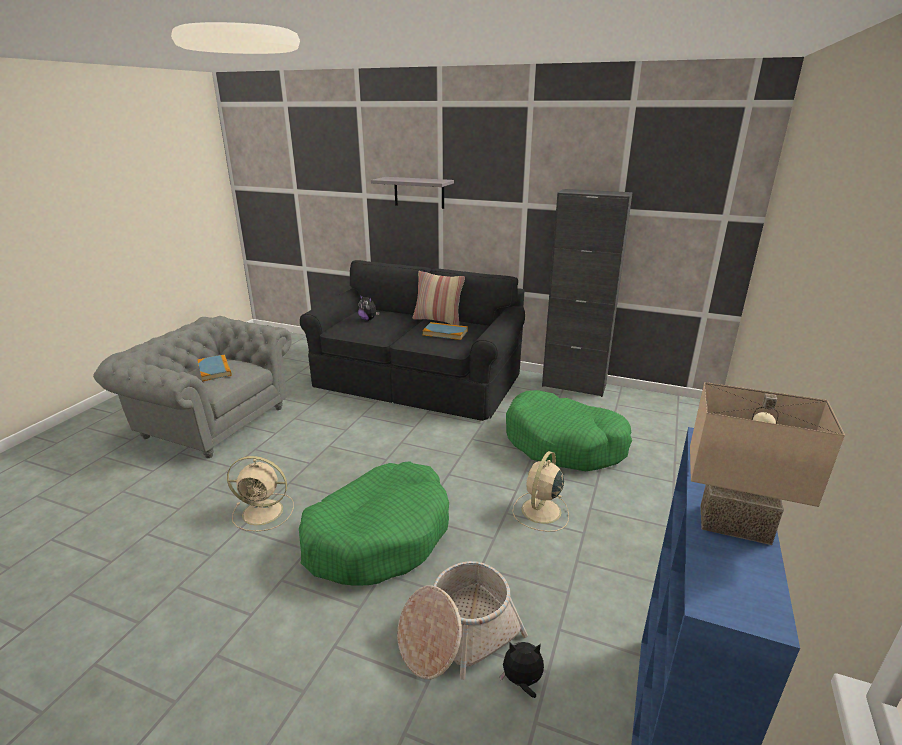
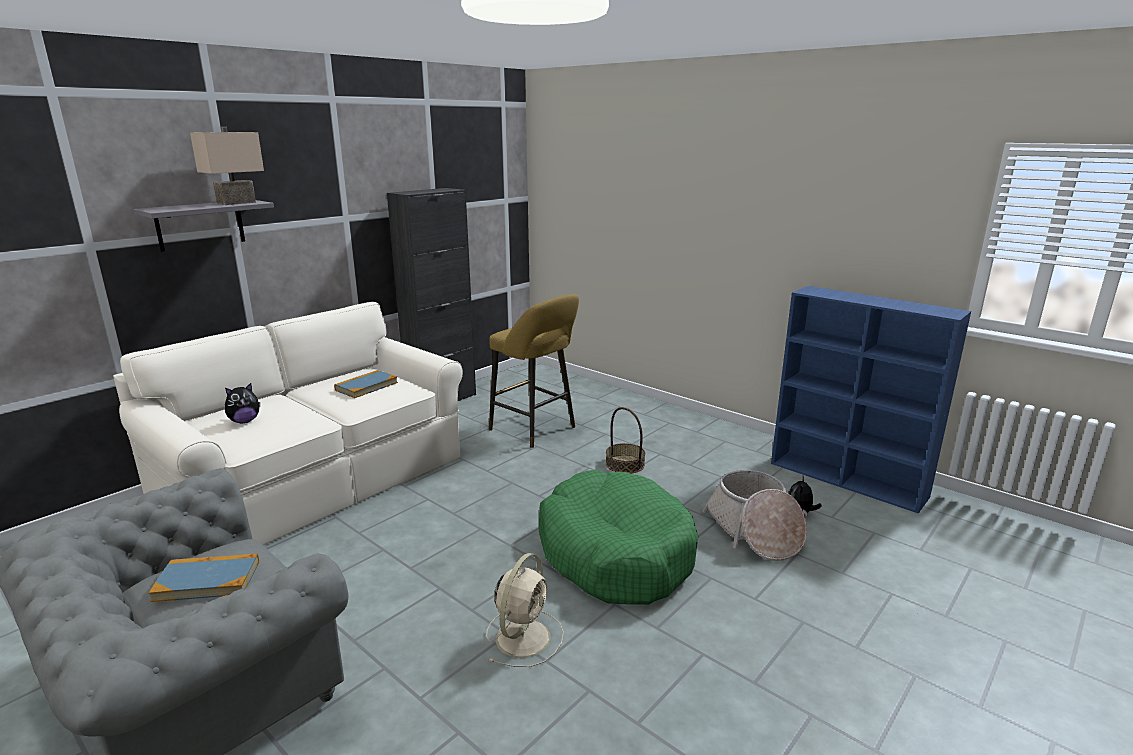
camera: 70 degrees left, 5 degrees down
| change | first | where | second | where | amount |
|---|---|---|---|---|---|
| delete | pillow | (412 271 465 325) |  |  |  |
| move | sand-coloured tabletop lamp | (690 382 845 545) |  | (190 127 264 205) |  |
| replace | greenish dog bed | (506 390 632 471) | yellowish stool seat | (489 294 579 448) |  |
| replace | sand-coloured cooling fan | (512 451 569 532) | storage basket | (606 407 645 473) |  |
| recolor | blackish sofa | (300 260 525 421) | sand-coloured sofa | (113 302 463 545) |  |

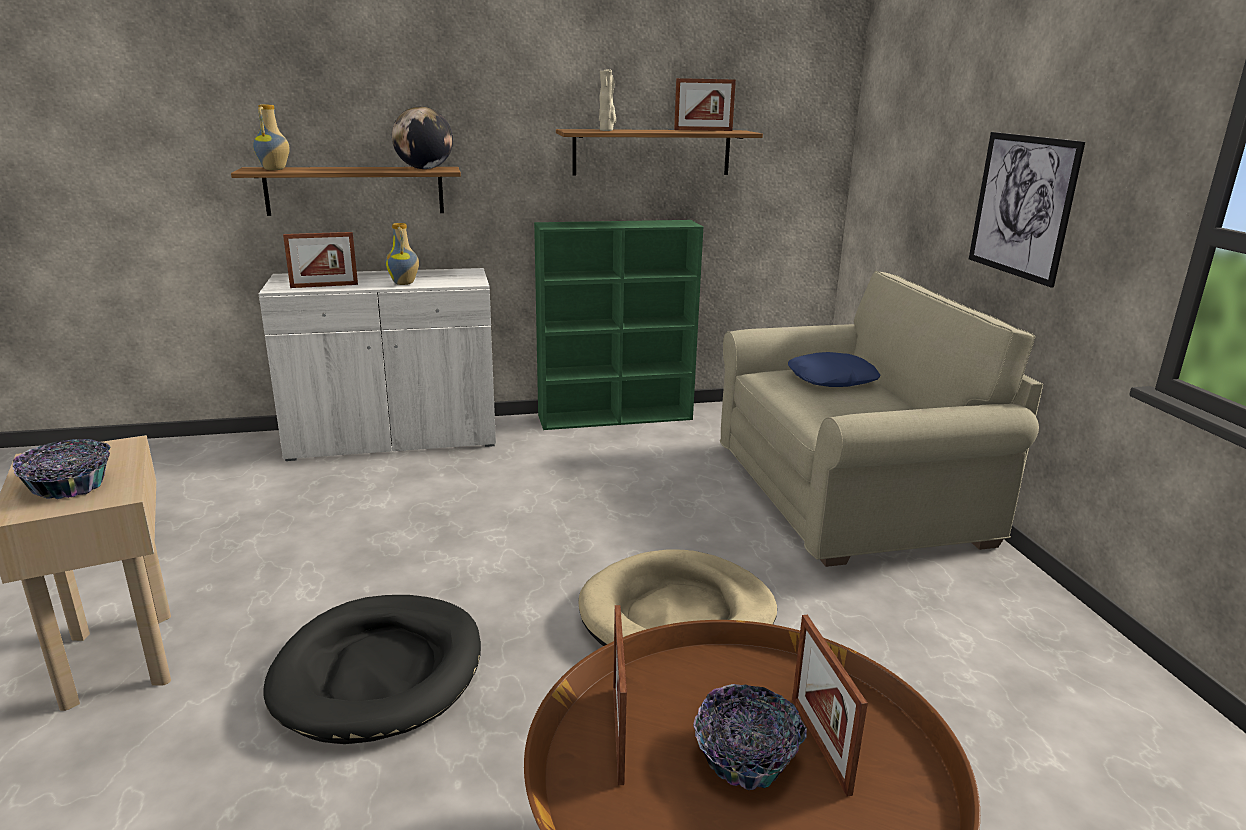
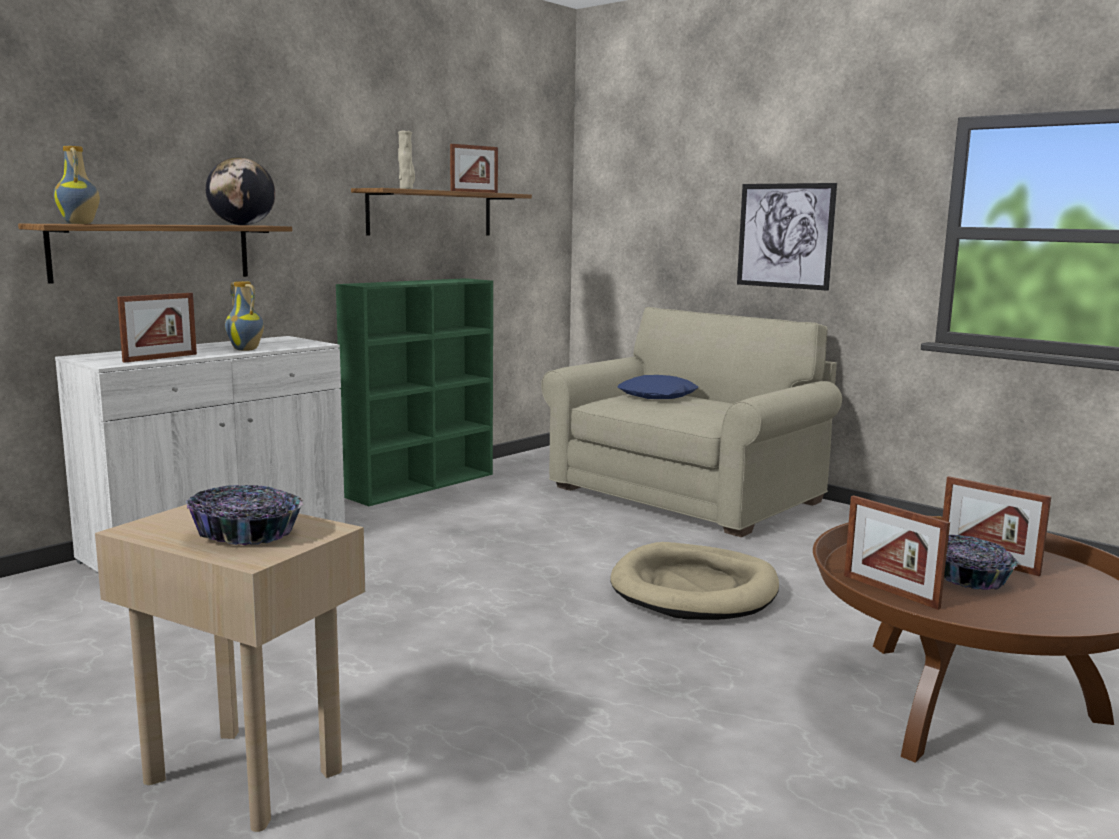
camera: 35 degrees left, 10 degrees down
| change | first | where | second | where | amount |
|---|---|---|---|---|---|
| delete | blackish dog bed | (264 595 481 744) |  |  |  |

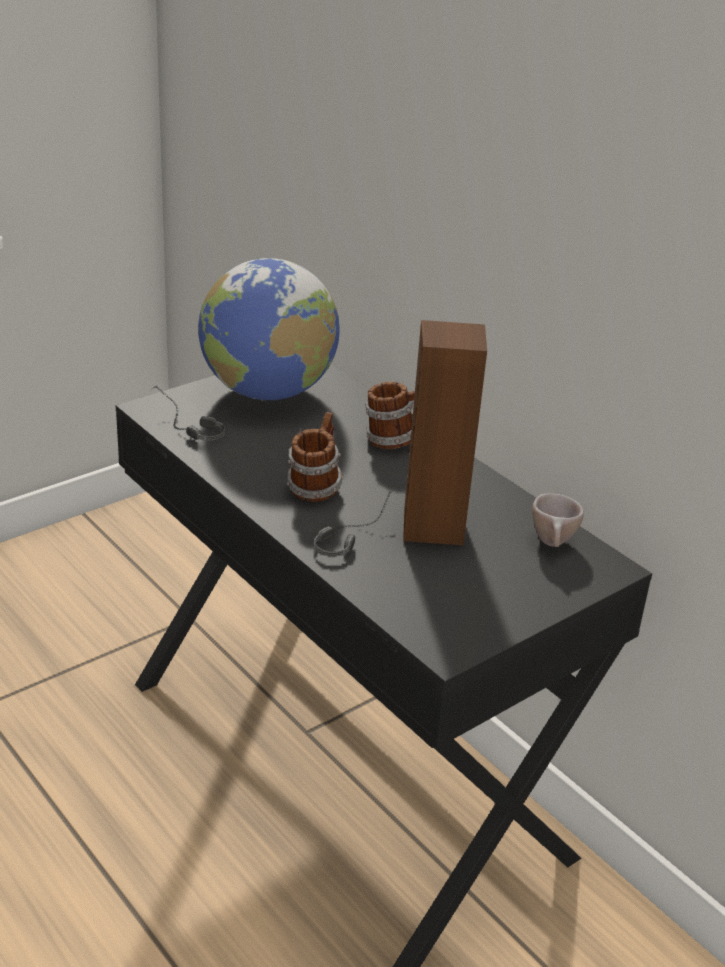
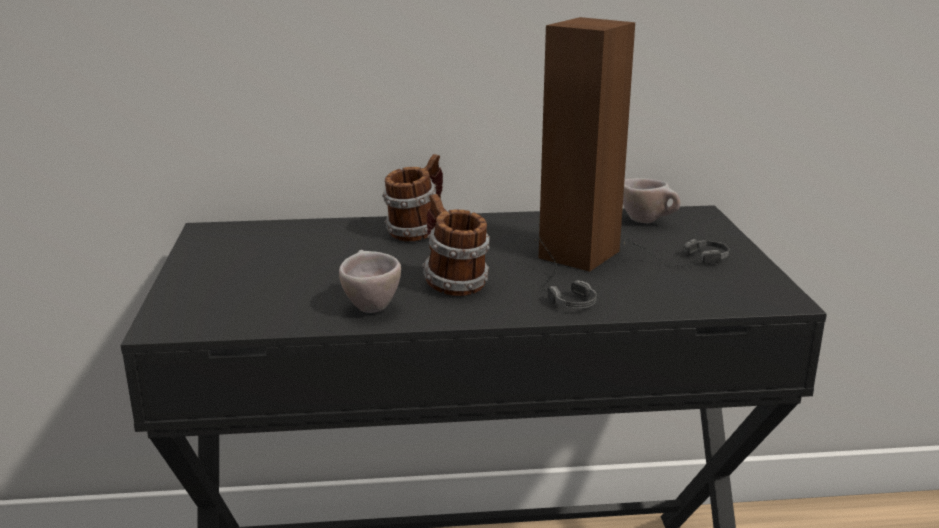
camera: 55 degrees left, 10 degrees down
| change | first | where | second | where | amount |
|---|---|---|---|---|---|
| delete | world globe | (198 258 339 400) |  |  |  |
| insert |  |  | sand-coloured small cup | (339 250 401 313) |  |
| move | headset | (152 386 225 440) |  | (624 239 730 268) |  |

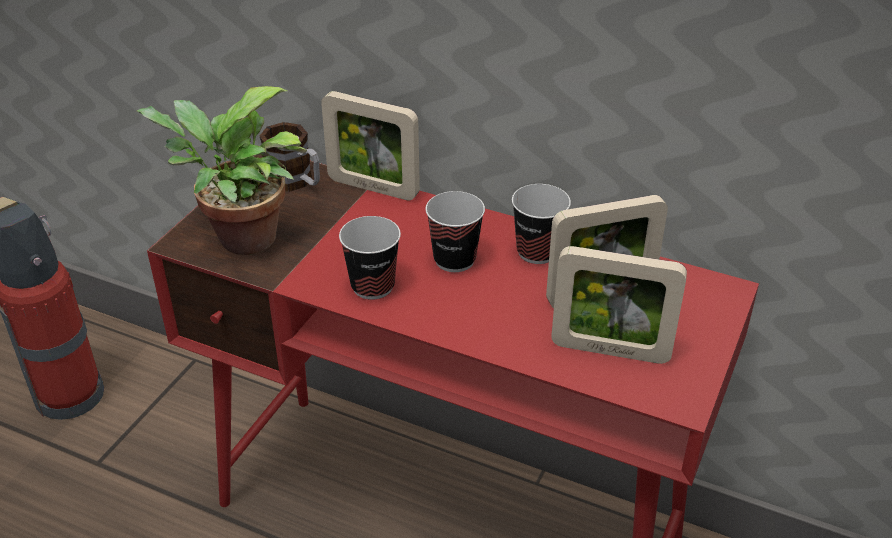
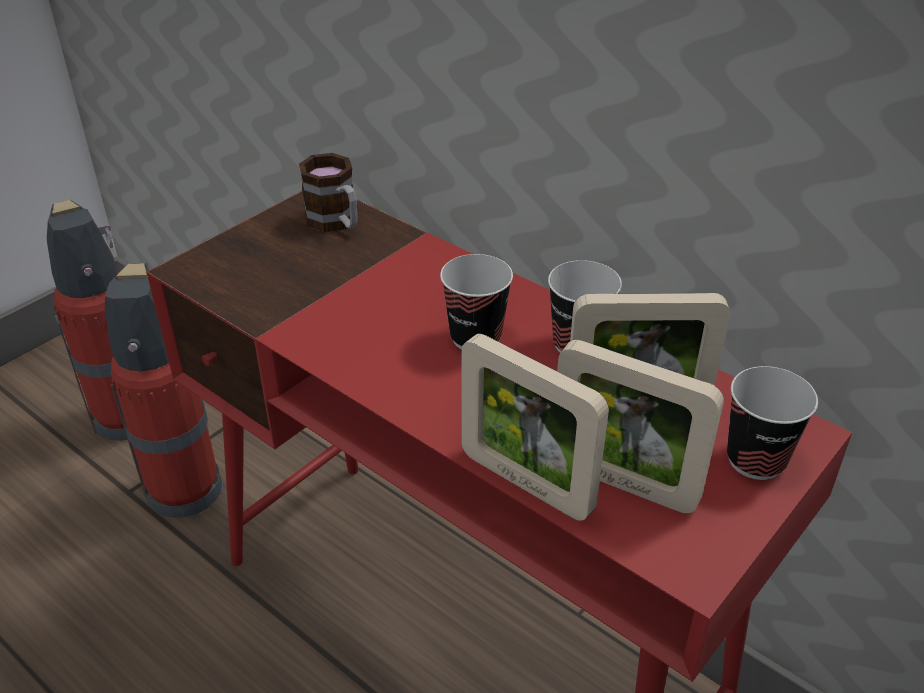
camera: 15 degrees right, 0 degrees up
| change | first | where | second | where | amount |
|---|---|---|---|---|---|
| delete | plant in a pot | (136 86 307 255) |  |  |  |
| insert |  |  | fire extinguisher | (105 263 224 518) |  |
| move | picture frame | (321 91 420 201) |  | (461 334 609 521) |  |
| move | small cup | (339 216 401 300) |  | (727 366 818 480) |  |

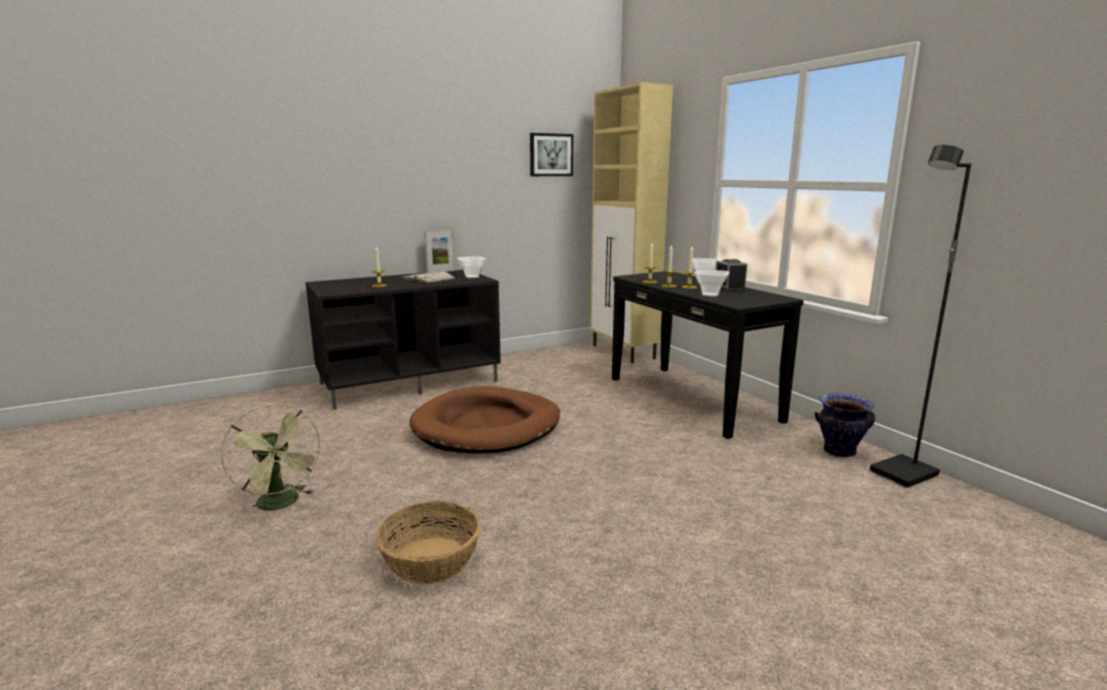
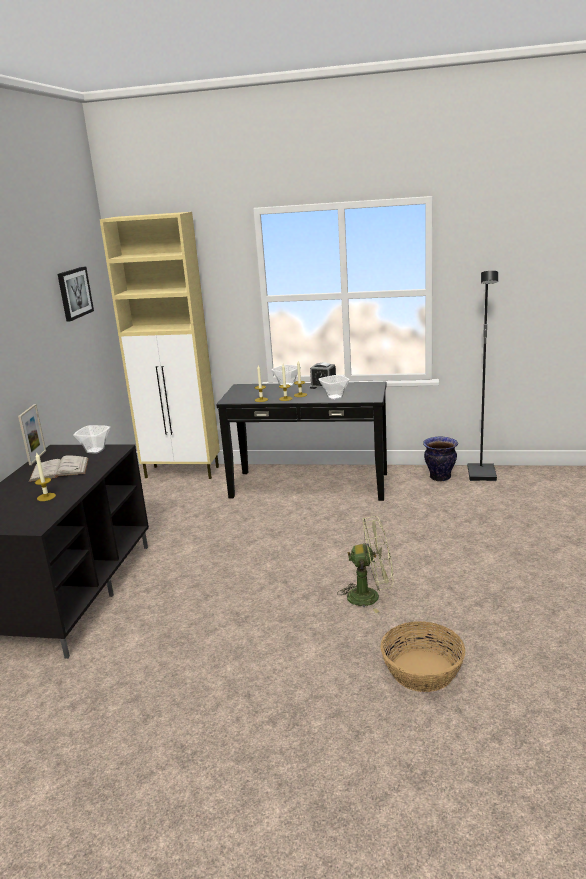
camera: 50 degrees left, 5 degrees up
| change | first | where | second | where | amount |
|---|---|---|---|---|---|
| delete | brown dog bed | (409 386 560 454) |  |  |  |
| move | greenish cooling fan | (221 404 323 518) |  | (337 516 393 613) |  |

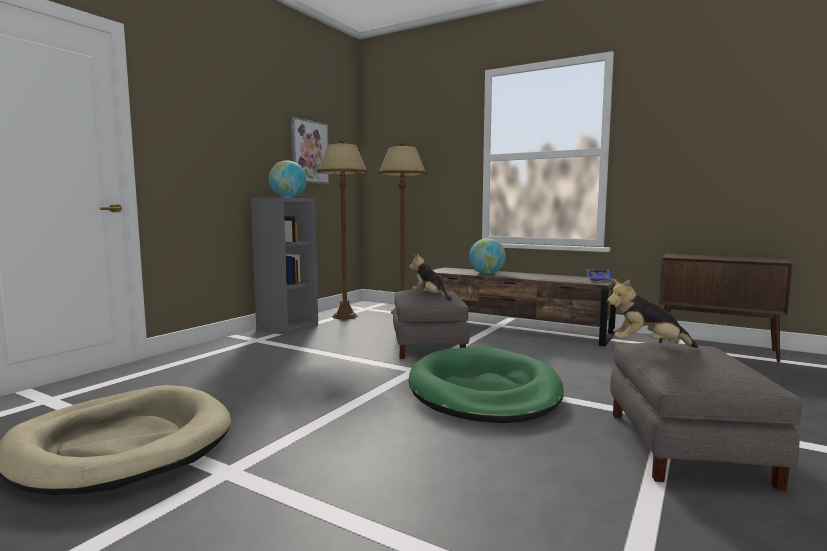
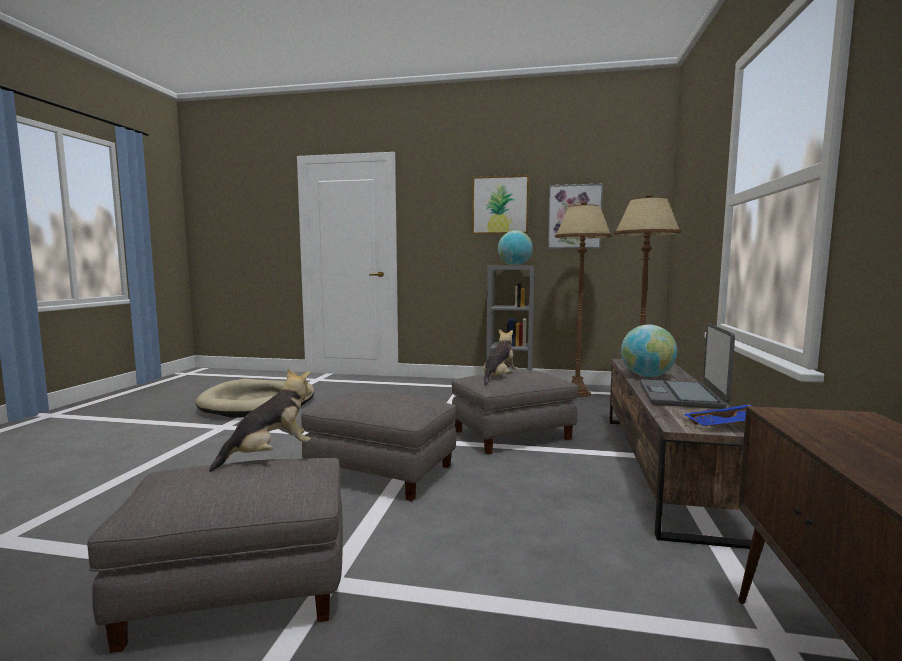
camera: 70 degrees right, 0 degrees up
| change | first | where | second | where | amount |
|---|---|---|---|---|---|
| insert |  |  | picture | (472 175 530 234) |  |
| insert |  |  | portable computer | (640 323 735 409) |  |
| replace | greenish dog bed | (408 347 564 423) | grey ottoman | (301 392 456 501) |  |
| rotate | soft toy | (607 279 698 348) |  | (209 368 312 472) | 60 degrees clockwise |

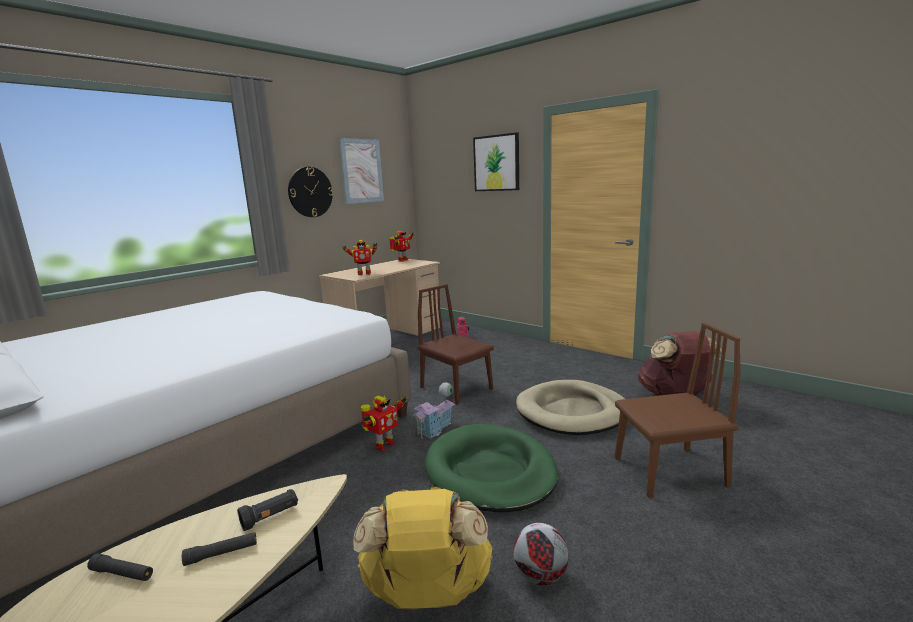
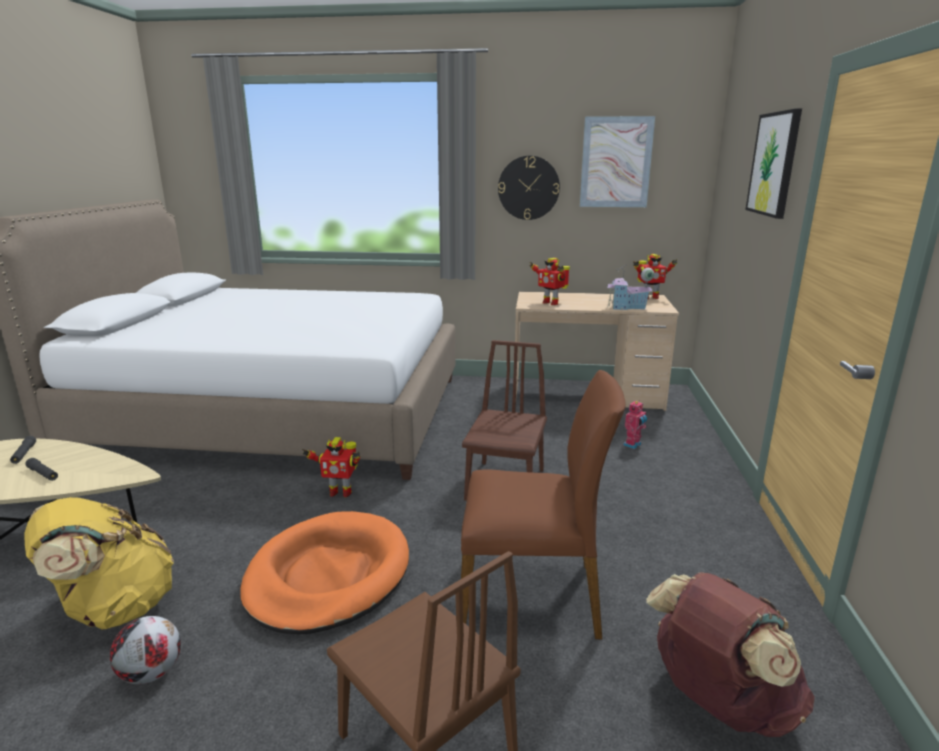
camera: 55 degrees right, 5 degrees up
| change | first | where | second | where | amount |
|---|---|---|---|---|---|
| delete | blackish torch | (237 489 298 531) |  |  |  |
| move | toy house | (413 383 454 439) |  | (607 265 654 310) |  |
| replace | sand-coloured dog bed | (516 380 625 435) | brown upright chair | (461 370 626 640) |  |
| recolor | greenish dog bed | (425 424 558 512) | orangey dog bed | (240 511 409 634) |  |

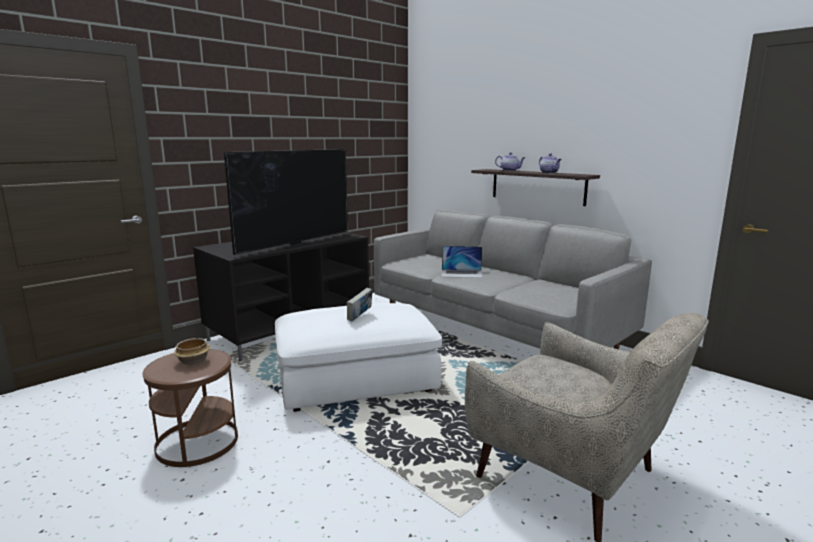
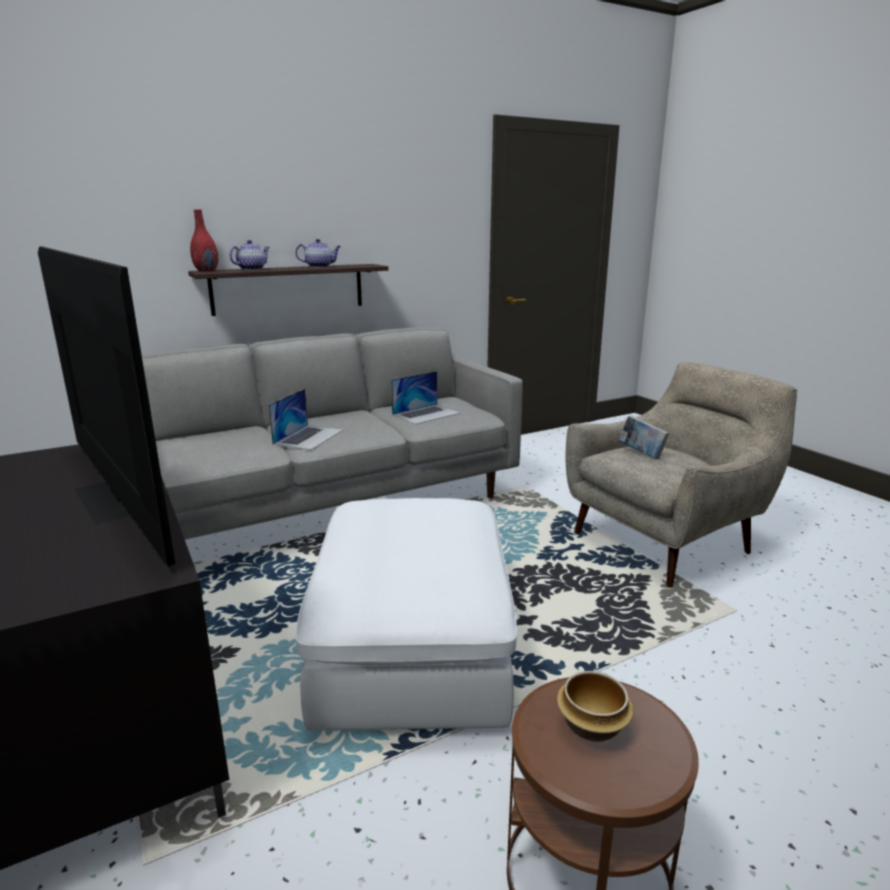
camera: 75 degrees left, 5 degrees up
| change | first | where | second | where | amount |
|---|---|---|---|---|---|
| insert |  |  | reddish flower vase | (190 209 218 272) |  |
| insert |  |  | portable computer | (391 371 460 424) |  |
| move | bound book | (347 288 372 322) |  | (619 416 669 459) |  |

